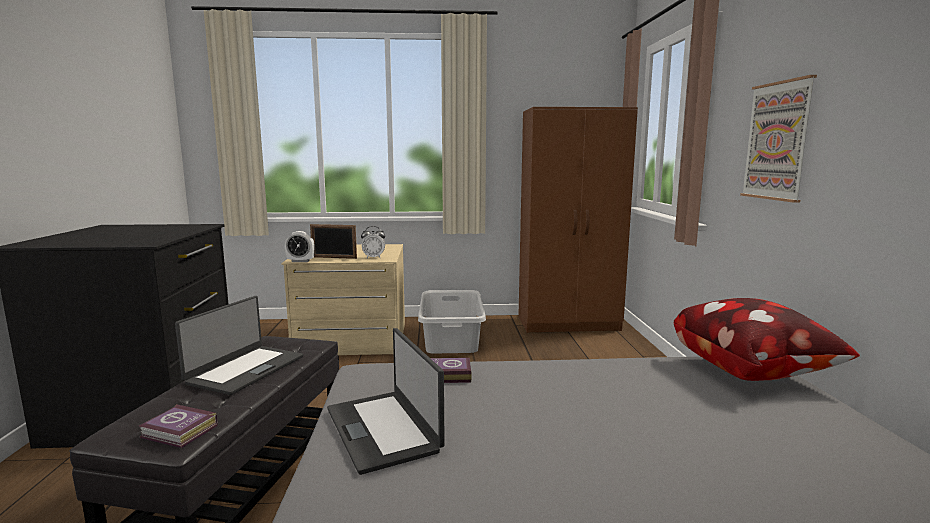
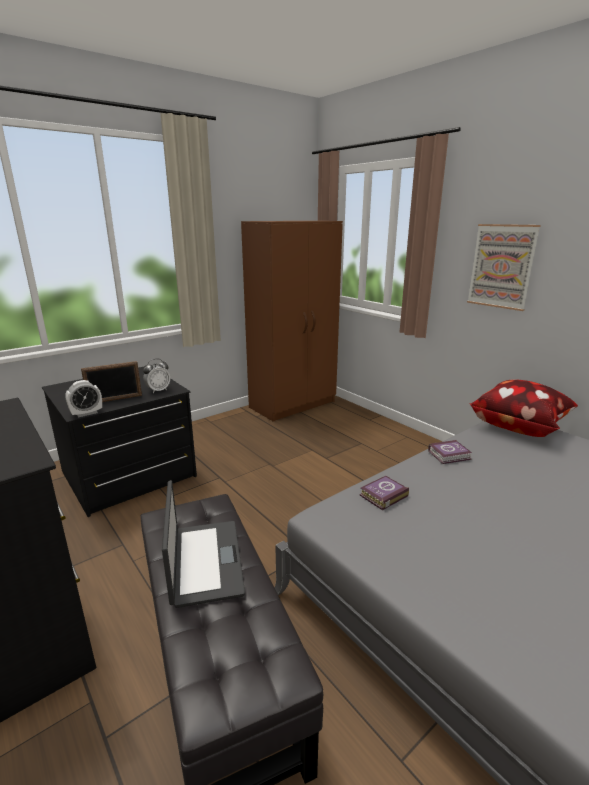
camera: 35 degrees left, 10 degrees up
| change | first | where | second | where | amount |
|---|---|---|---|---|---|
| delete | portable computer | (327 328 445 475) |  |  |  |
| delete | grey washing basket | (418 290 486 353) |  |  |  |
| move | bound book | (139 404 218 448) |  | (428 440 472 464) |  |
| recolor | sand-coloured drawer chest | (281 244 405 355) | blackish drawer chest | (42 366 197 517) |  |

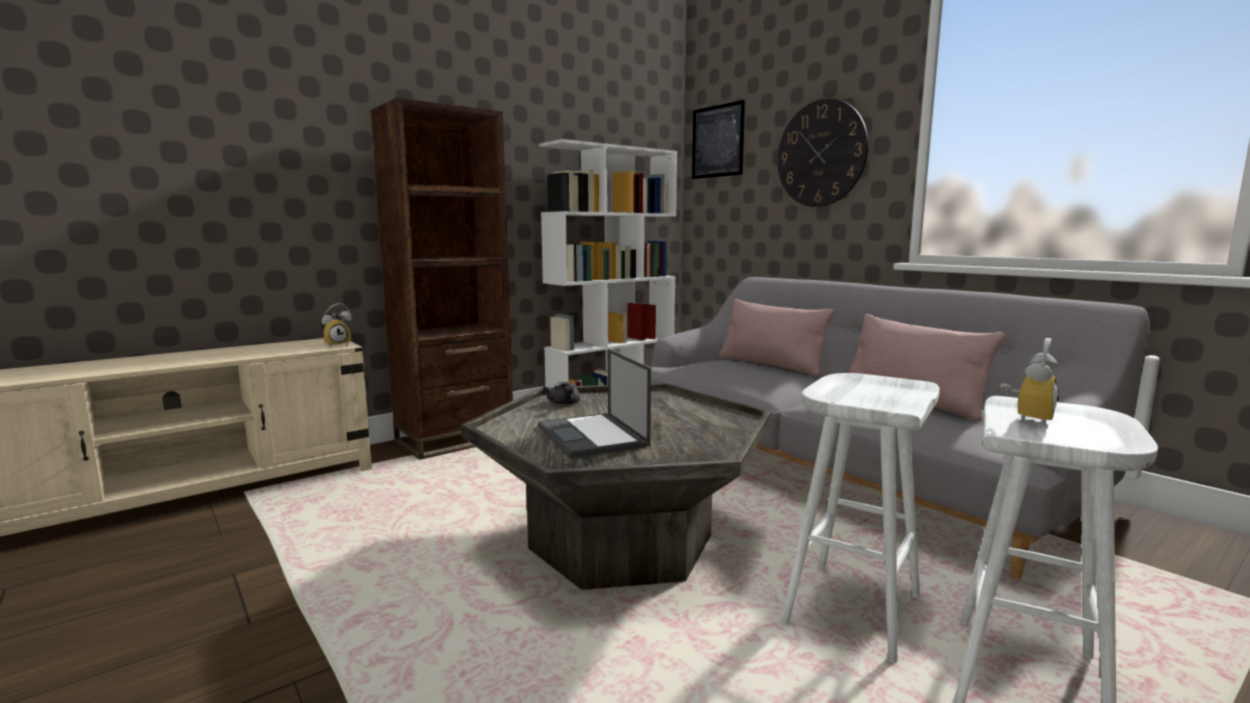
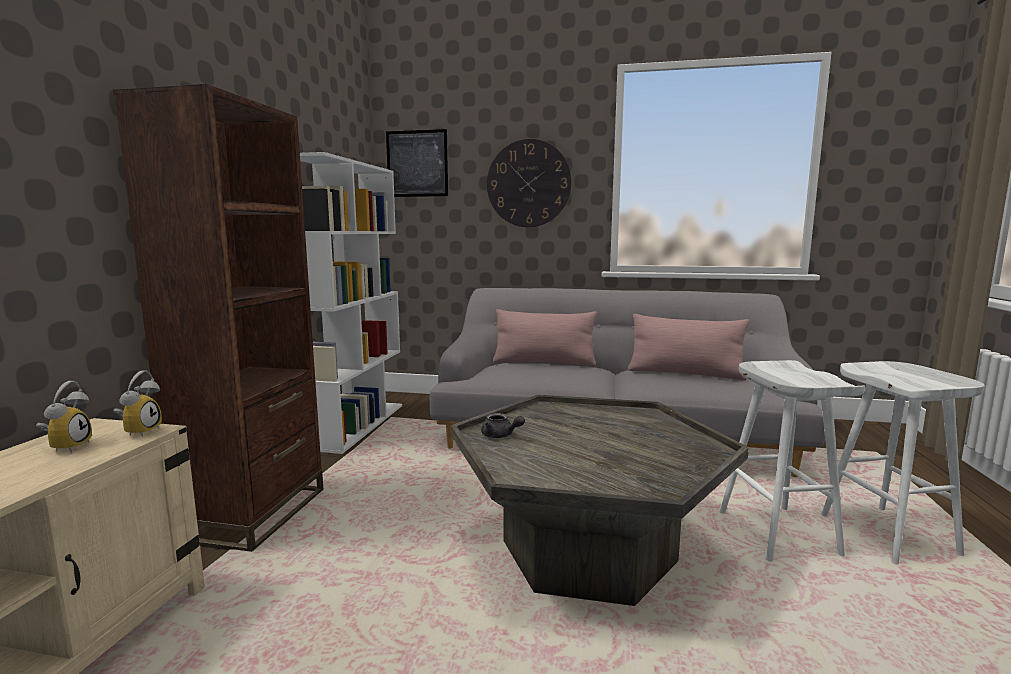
camera: 40 degrees left, 0 degrees up
| change | first | where | second | where | amount |
|---|---|---|---|---|---|
| delete | portable computer | (538 349 651 459) |  |  |  |
| move | table clock | (1000 338 1059 426) |  | (36 381 92 452) |  |

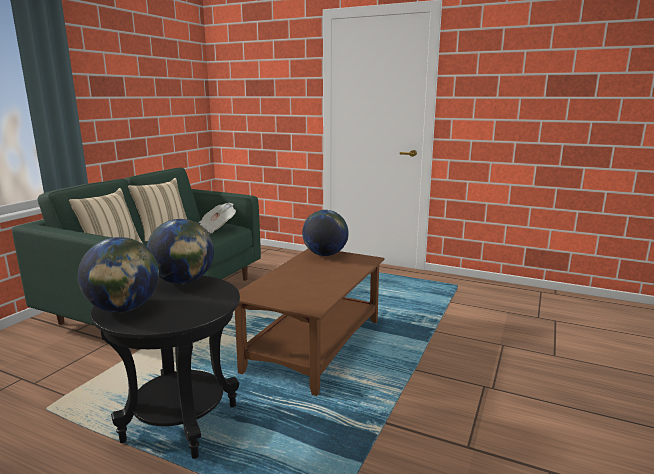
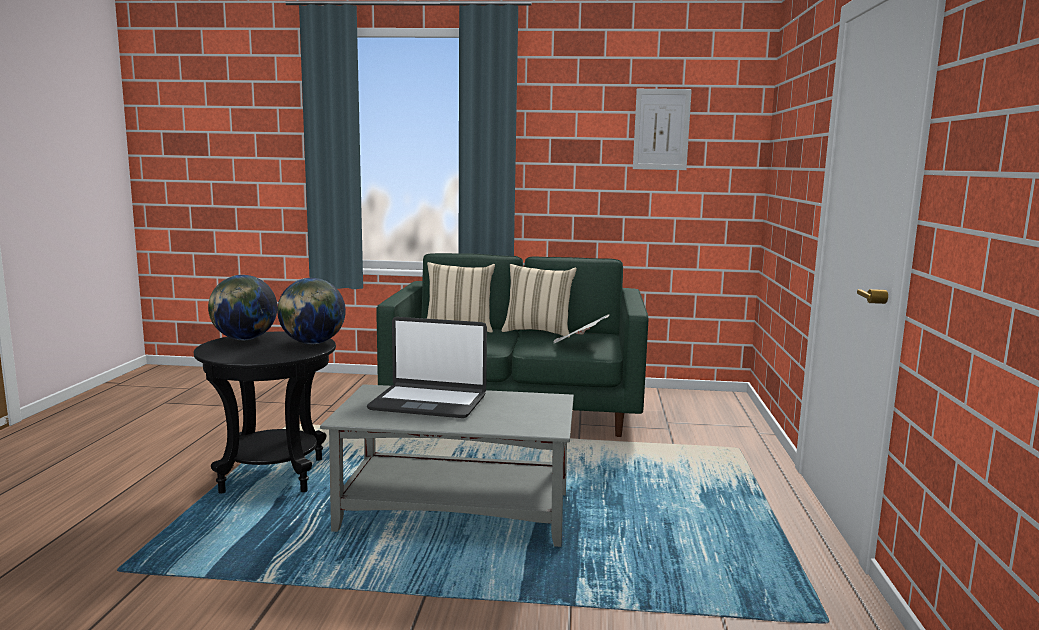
camera: 70 degrees right, 5 degrees down
| change | first | where | second | where | amount |
|---|---|---|---|---|---|
| delete | world globe | (302 210 349 256) |  |  |  |
| insert |  |  | portable computer | (367 317 487 418) |  |
| insert |  |  | picture | (633 89 692 170) |  |
| recolor | brown low table | (235 249 384 396) | grey low table | (320 384 574 547) |  |

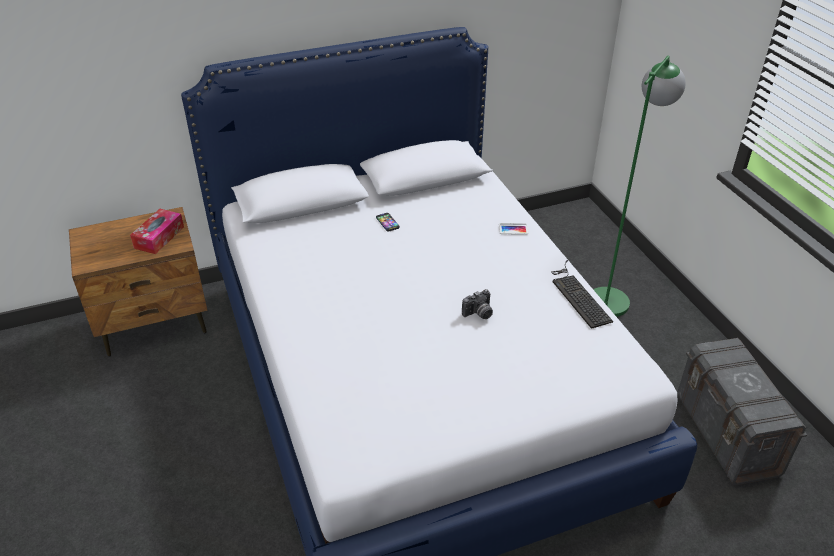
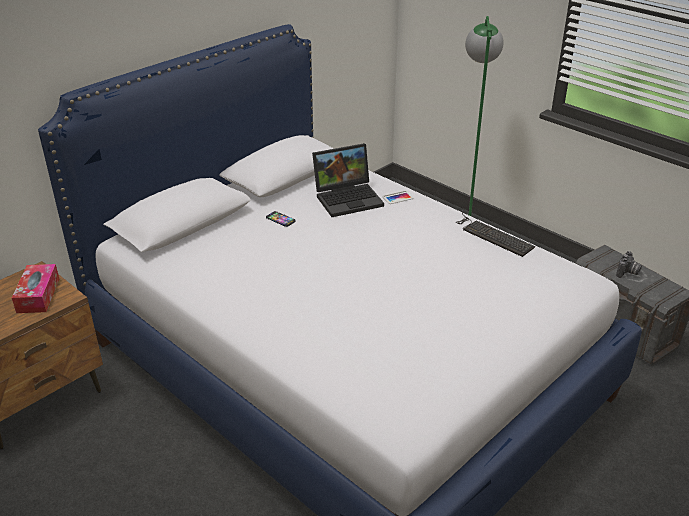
camera: 25 degrees left, 5 degrees down
| change | first | where | second | where | amount |
|---|---|---|---|---|---|
| insert |  |  | portable computer | (312 143 384 217) |  |
| move | still camera | (462 289 493 319) |  | (616 251 642 278) |  |

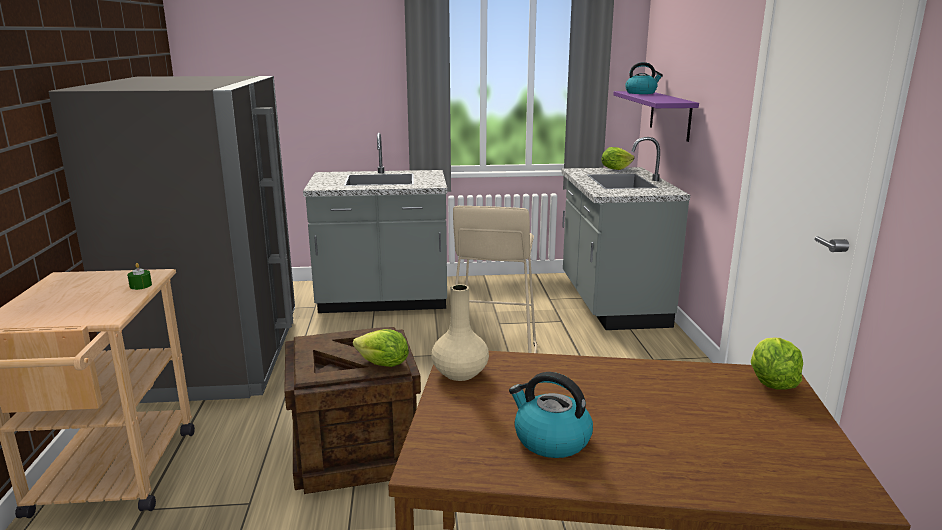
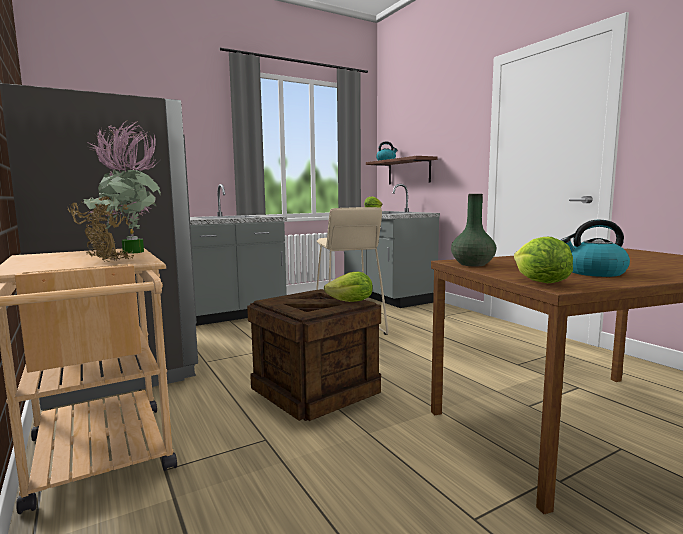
camera: 25 degrees left, 10 degrees down
| change | first | where | second | where | amount |
|---|---|---|---|---|---|
| insert |  |  | plant in a pot | (66 120 161 262) |  |
| move | lettuce head | (751 337 803 390) |  | (514 237 573 283) |  |
| recolor | sand-coloured flower vase | (431 284 489 381) | greenish flower vase | (451 194 496 266) |  |
| recolor | purplish shelf | (614 91 699 142) | brown shelf | (366 156 438 184) |  |

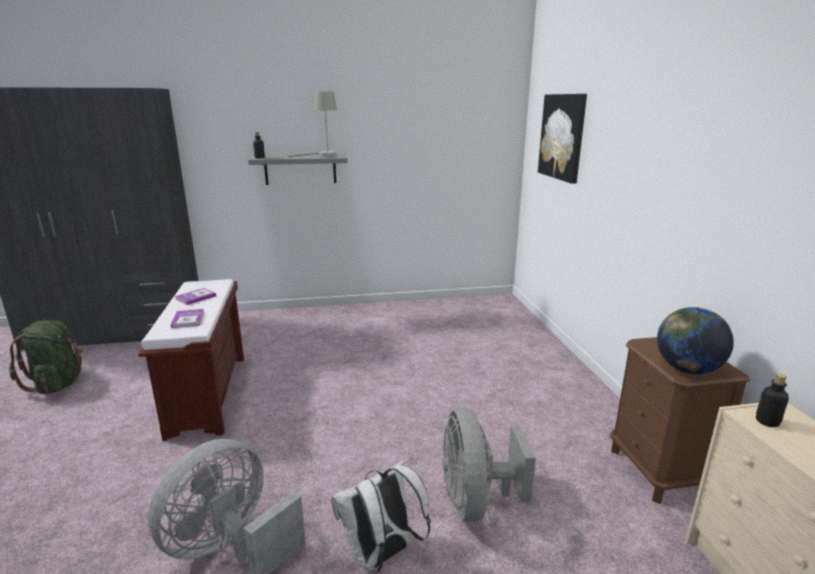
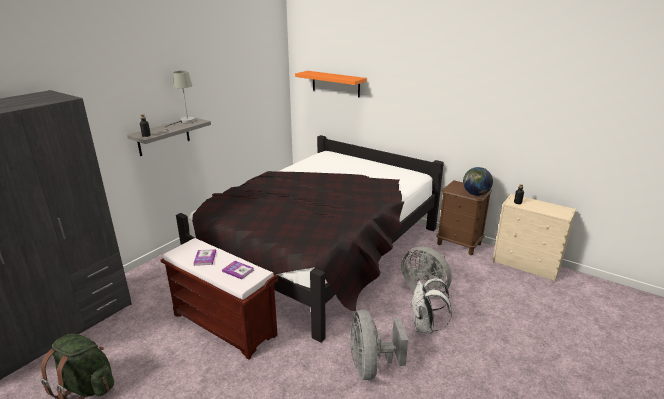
camera: 45 degrees left, 5 degrees up
| change | first | where | second | where | amount |
|---|---|---|---|---|---|
| insert |  |  | blackish sleeping bed | (176 135 444 343) |  |
| replace | picture | (538 94 587 184) | orangey shelf | (295 71 367 97) |  |

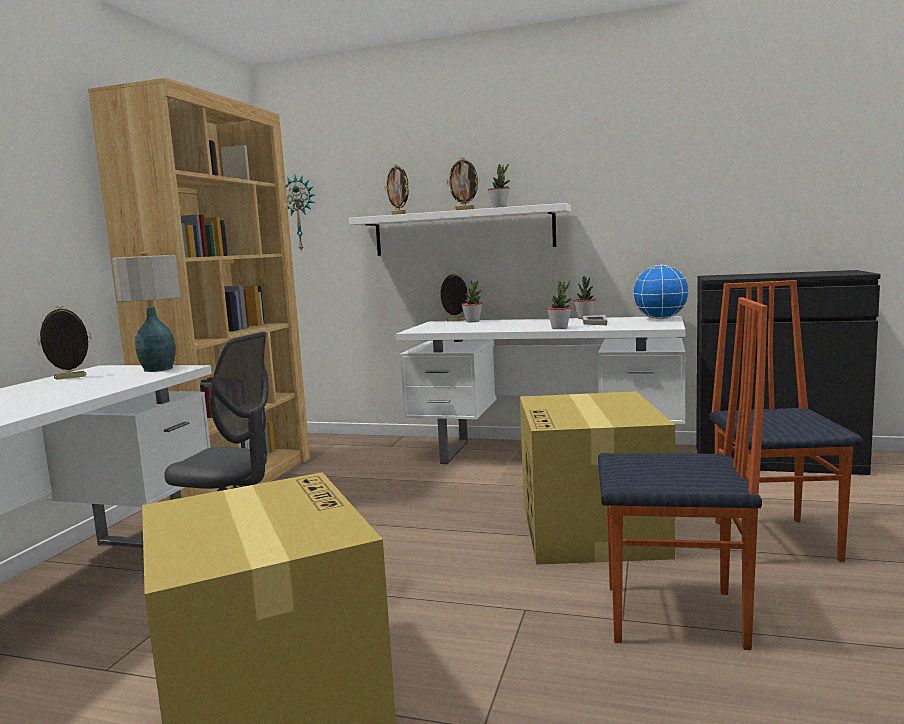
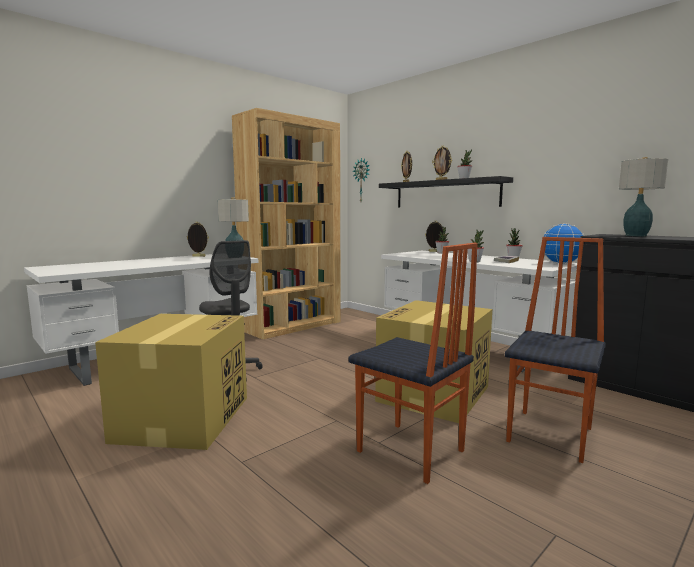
camera: 30 degrees right, 0 degrees up
| change | first | where | second | where | amount |
|---|---|---|---|---|---|
| insert |  |  | tabletop lamp | (619 157 668 236) |  |
| recolor | whitish shelf | (349 203 571 256) | blackish shelf | (379 176 513 208) |  |

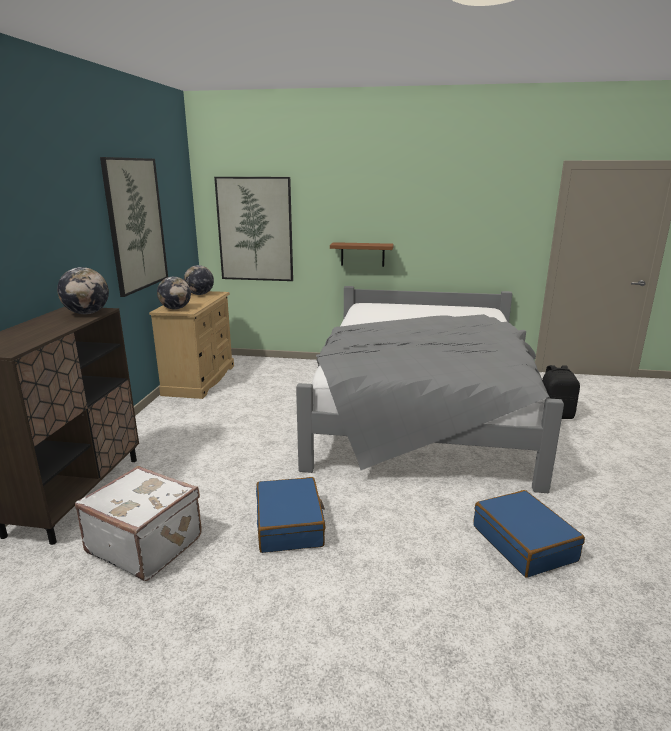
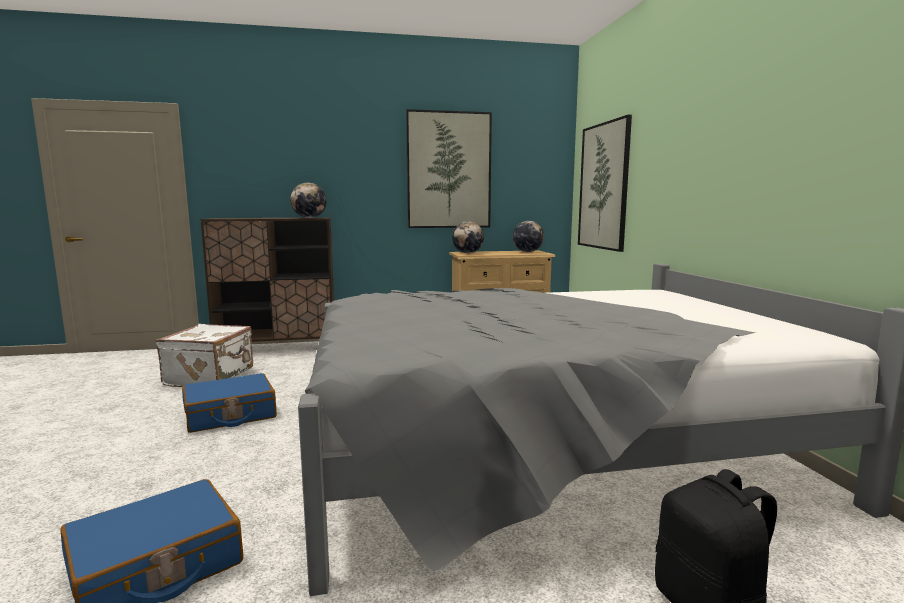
camera: 70 degrees right, 10 degrees down
| change | first | where | second | where | amount |
|---|---|---|---|---|---|
| delete | brown shelf | (330 242 394 267) |  |  |  |

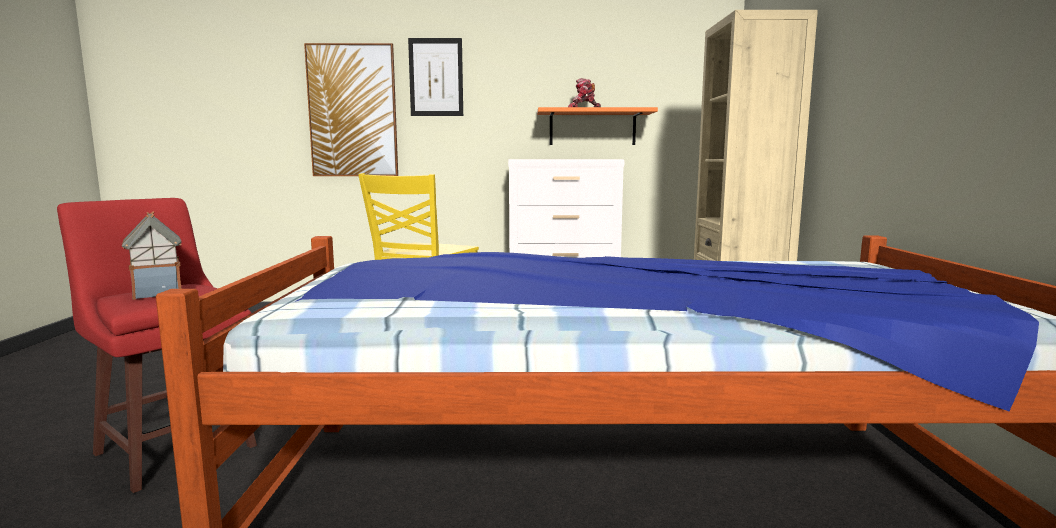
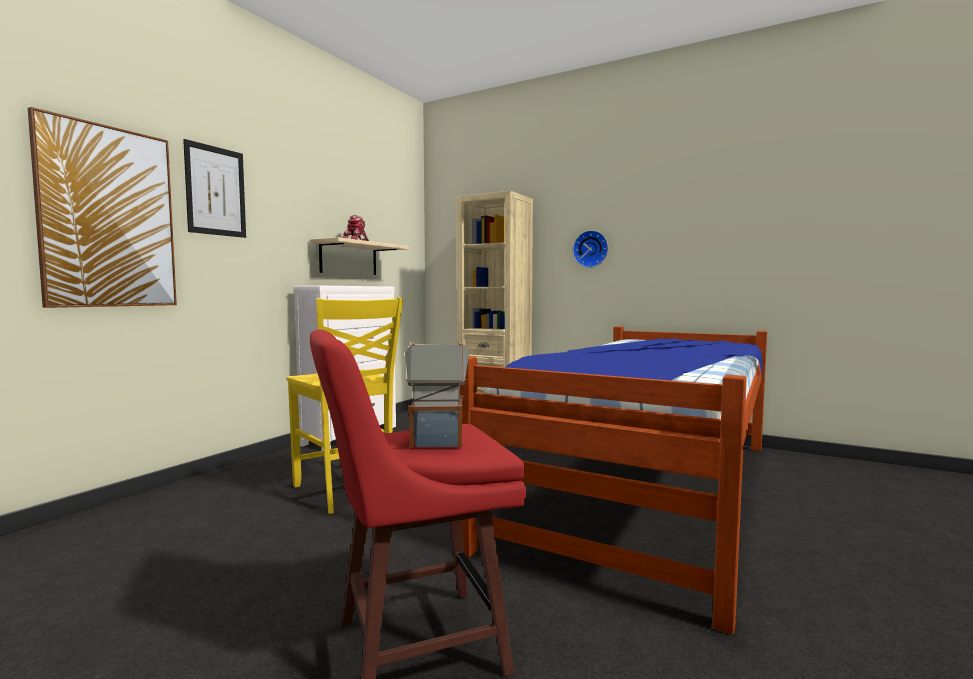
camera: 60 degrees left, 5 degrees down
| change | first | where | second | where | amount |
|---|---|---|---|---|---|
| insert |  |  | clock on the wall | (573 230 608 268) |  |
| recolor | orangey shelf | (537 107 658 145) | sand-coloured shelf | (310 237 409 275) |  |

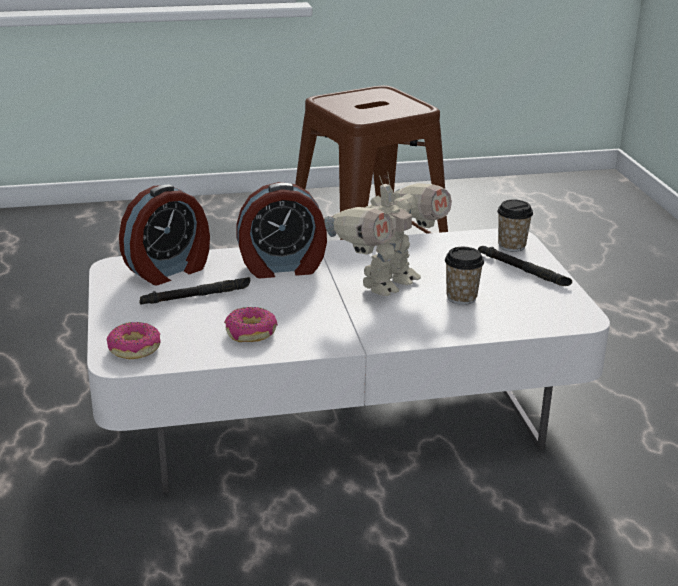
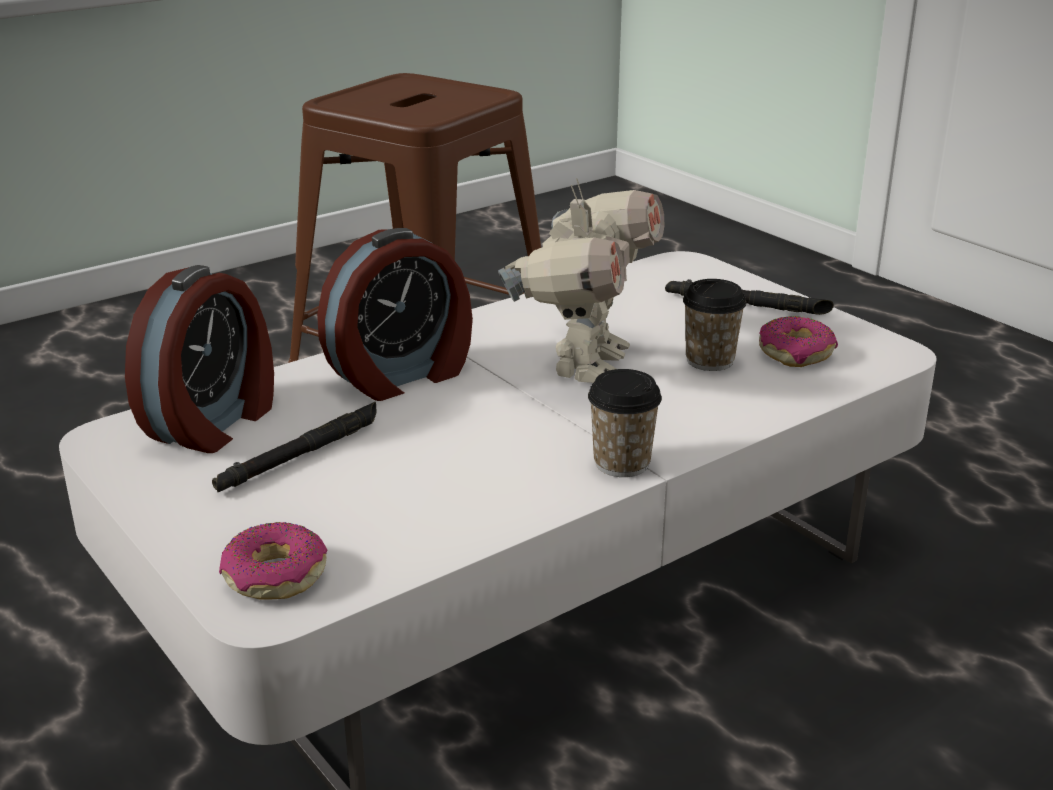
camera: 25 degrees left, 0 degrees up
| change | first | where | second | where | amount |
|---|---|---|---|---|---|
| move | ring doughnut | (224 307 278 342) |  | (759 316 838 367) |  |
| move | small cup | (497 200 533 252) |  | (588 369 662 477) |  |

